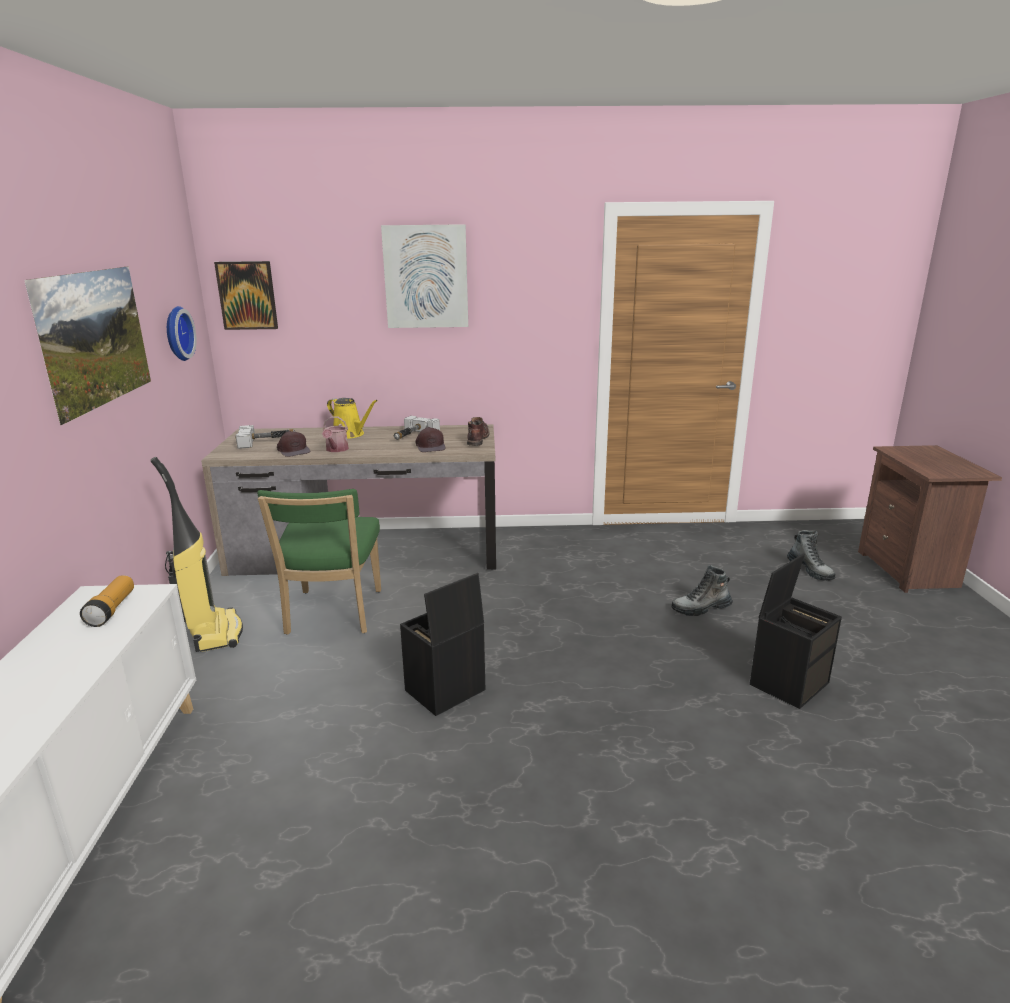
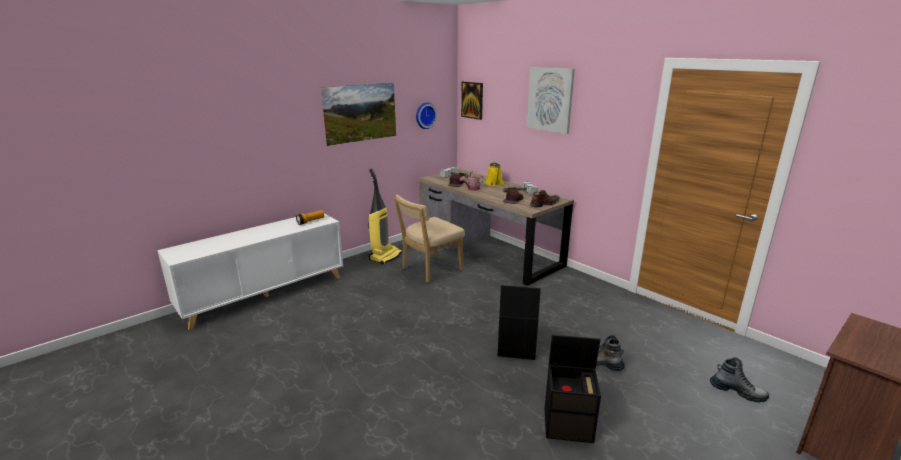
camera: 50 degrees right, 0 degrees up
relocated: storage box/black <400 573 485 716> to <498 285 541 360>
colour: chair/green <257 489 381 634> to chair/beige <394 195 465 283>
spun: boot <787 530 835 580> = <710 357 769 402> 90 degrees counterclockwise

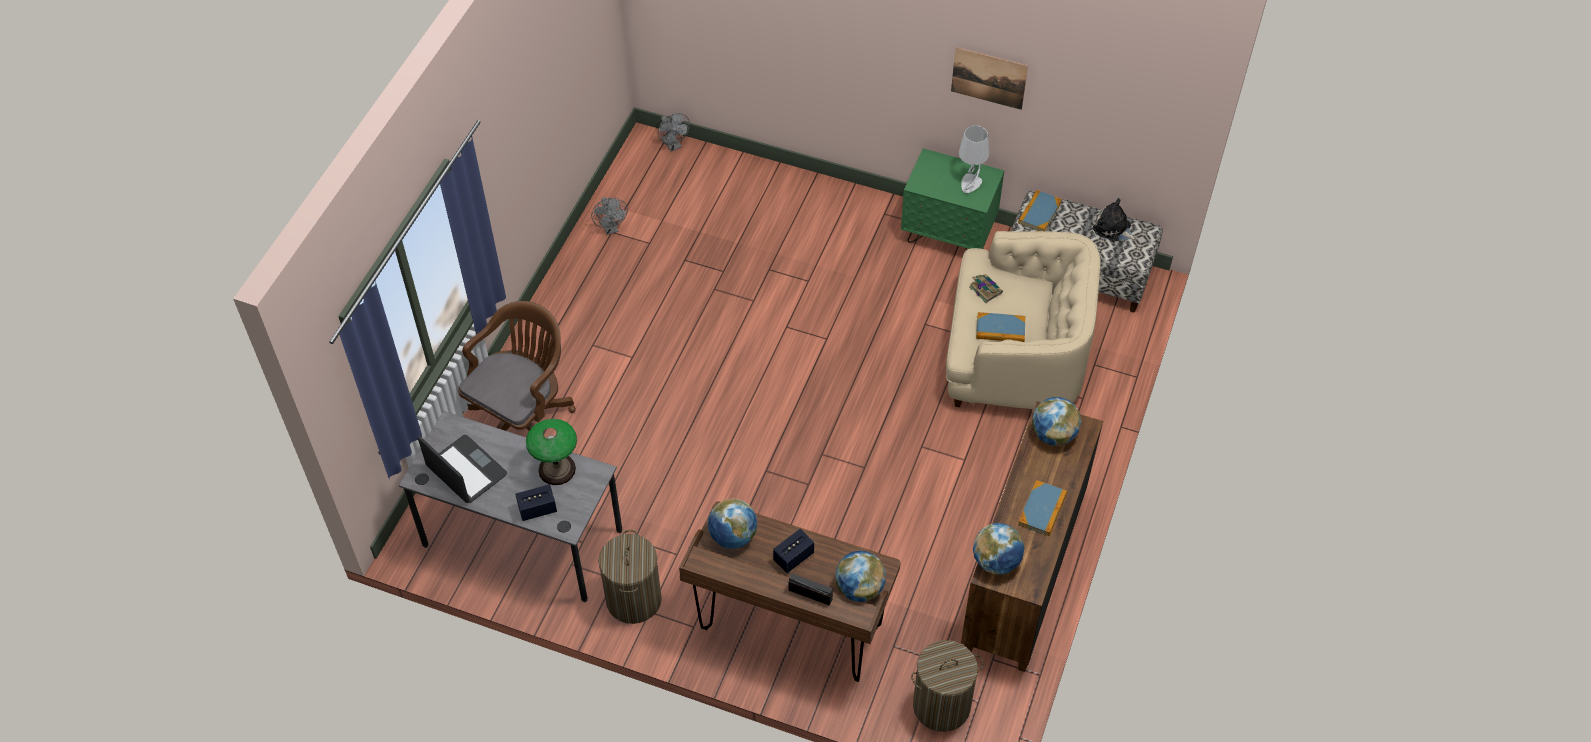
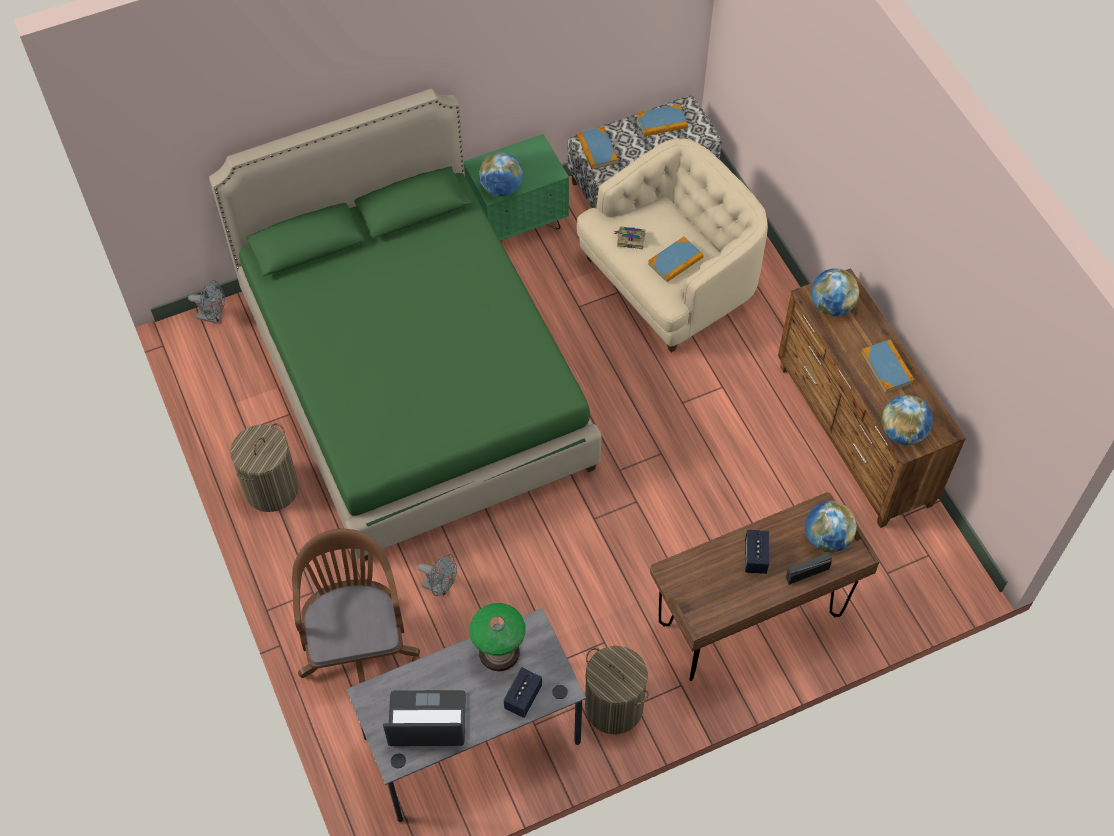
camera: 45 degrees left, 5 degrees up
missing: picture <951 47 1028 110>; table lamp/grey <959 126 989 193>
appeared: bed/green <209 89 601 561>
relocated: fan/grey <591 197 628 235> to <417 554 457 596>; globe <708 499 757 549> to <479 152 523 196>; laundry basket <911 640 983 732> to <230 423 299 512>
exchanged: plush toy <1093 198 1138 242> to book <637 104 688 136>

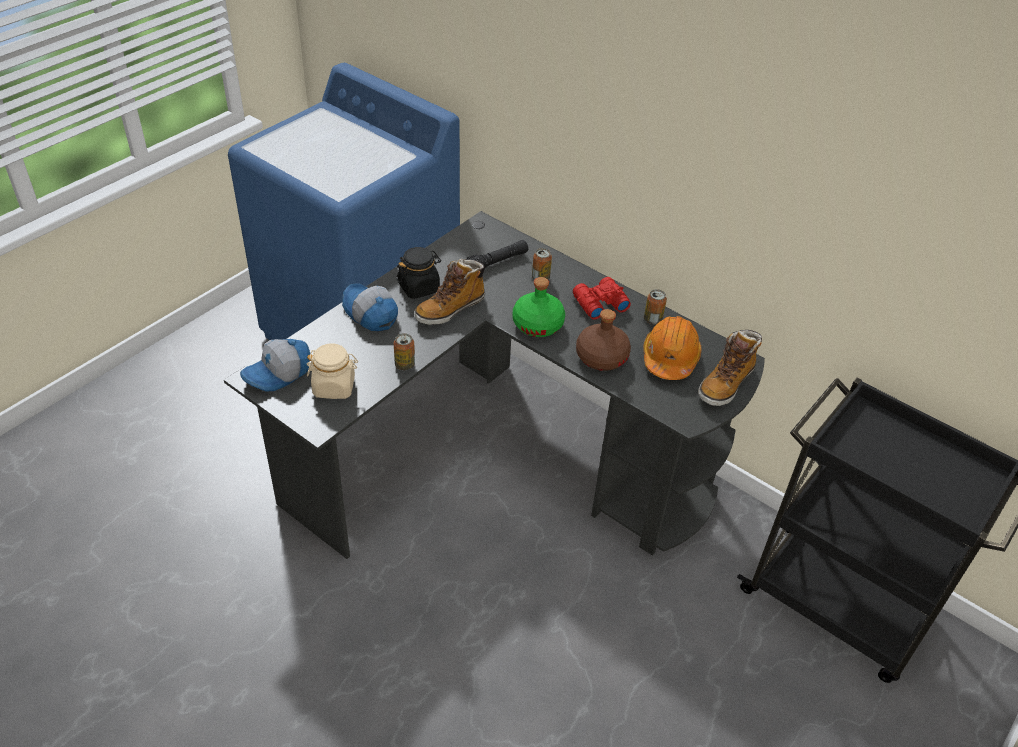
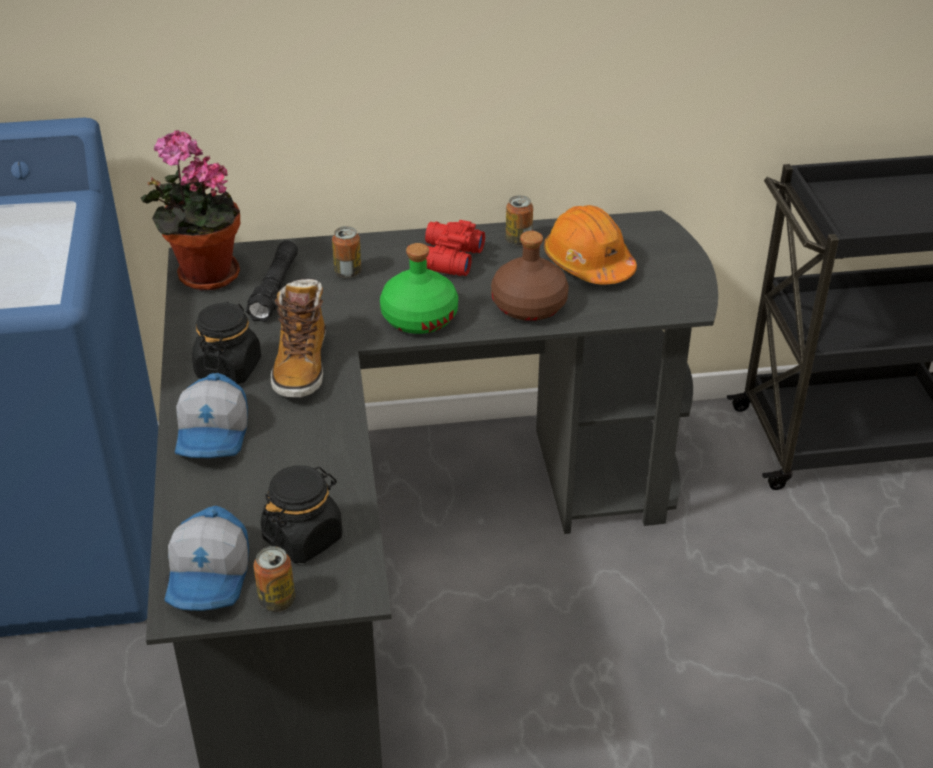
camera: 45 degrees left, 5 degrees down
missing: boot <698 330 762 406>
appeared: potted plant <141 130 240 291>
relocated: can <394 333 415 370> to <253 546 295 612>
colour: jar/beige <307 343 358 399> to jar/black <261 466 343 563>
spun: cap <342 283 398 331> = <175 373 248 458> 90 degrees counterclockwise

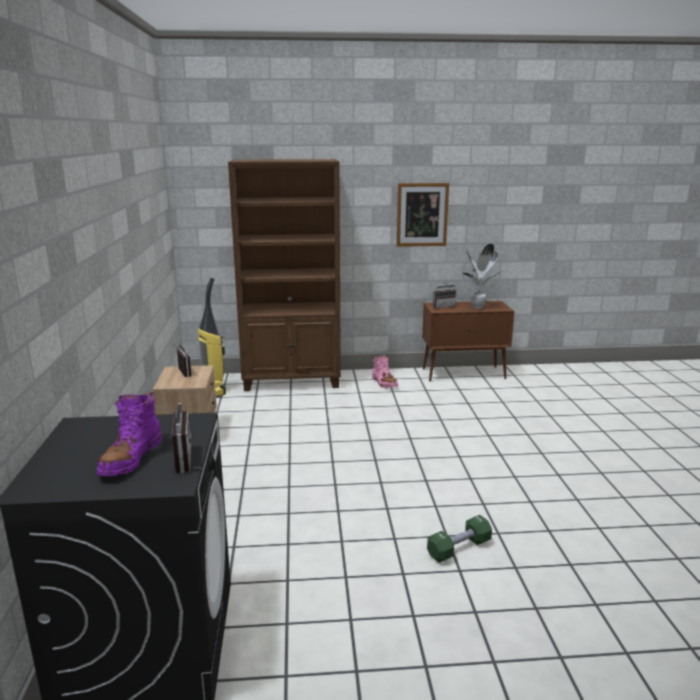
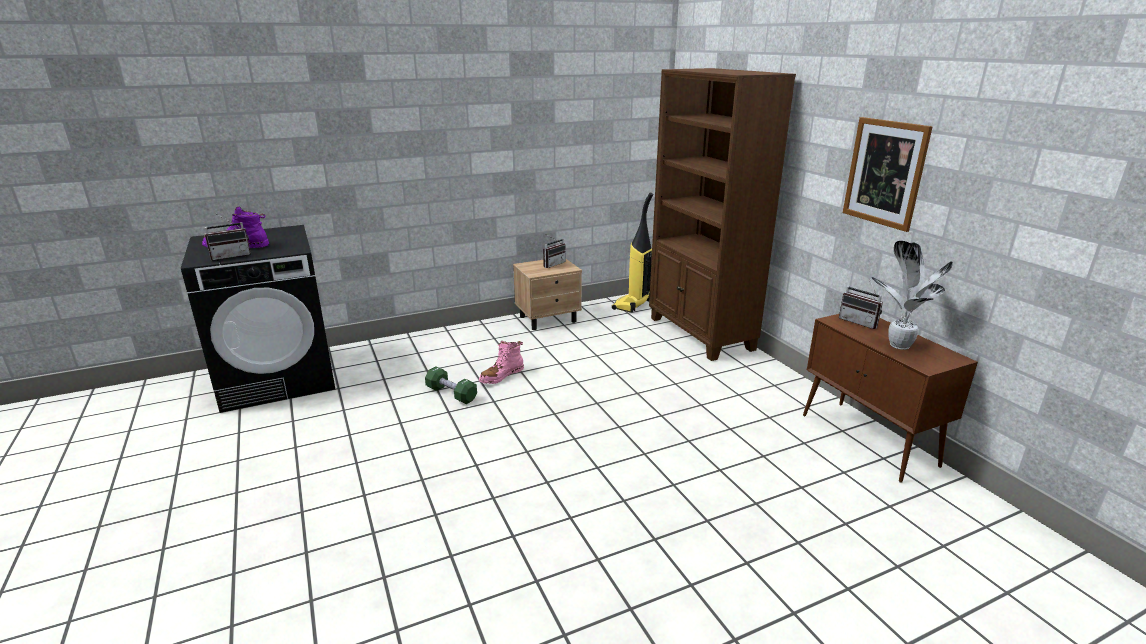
camera: 70 degrees right, 5 degrees up
relocated: boot/pink <372 355 398 388> to <479 341 524 384>; dumbbell/green <427 515 492 563> to <425 366 477 404>

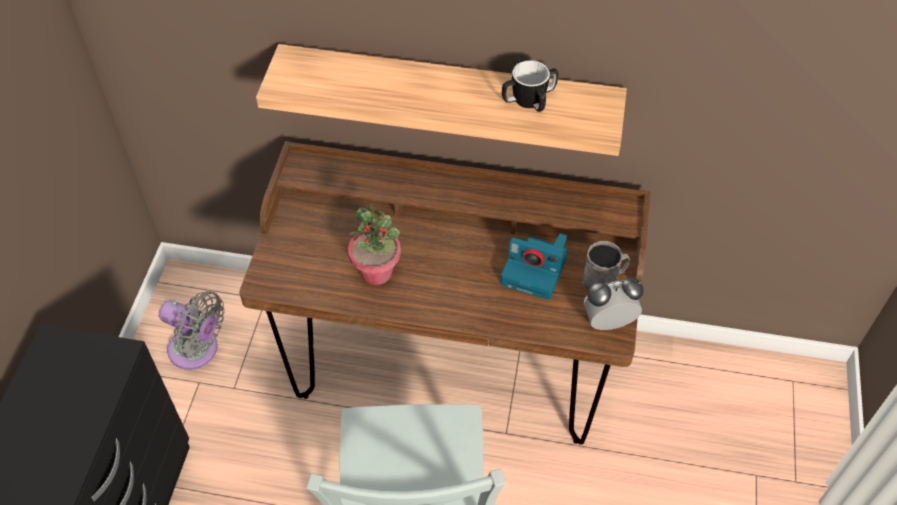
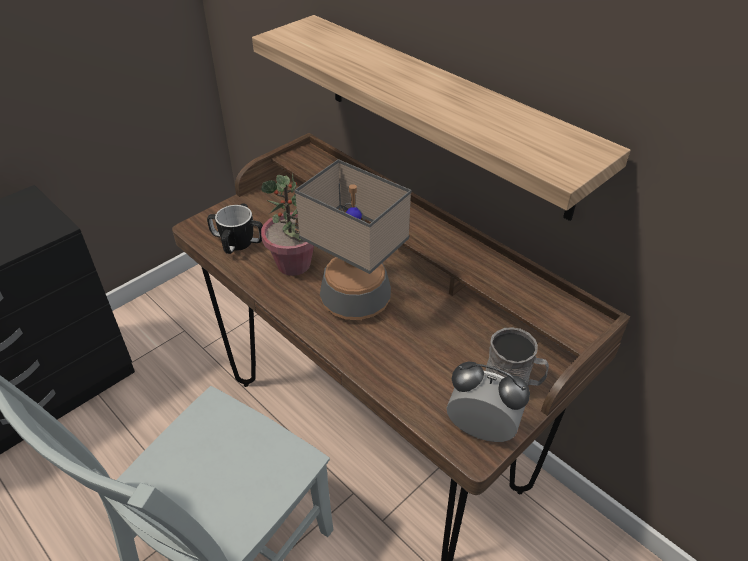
camera: 35 degrees right, 10 degrees down
missing: fan/grey <159 291 224 370>; photo camera <501 233 567 300>
appeared: table lamp <294 159 411 320>
relocated: mug <502 59 558 112> to <207 203 263 254>

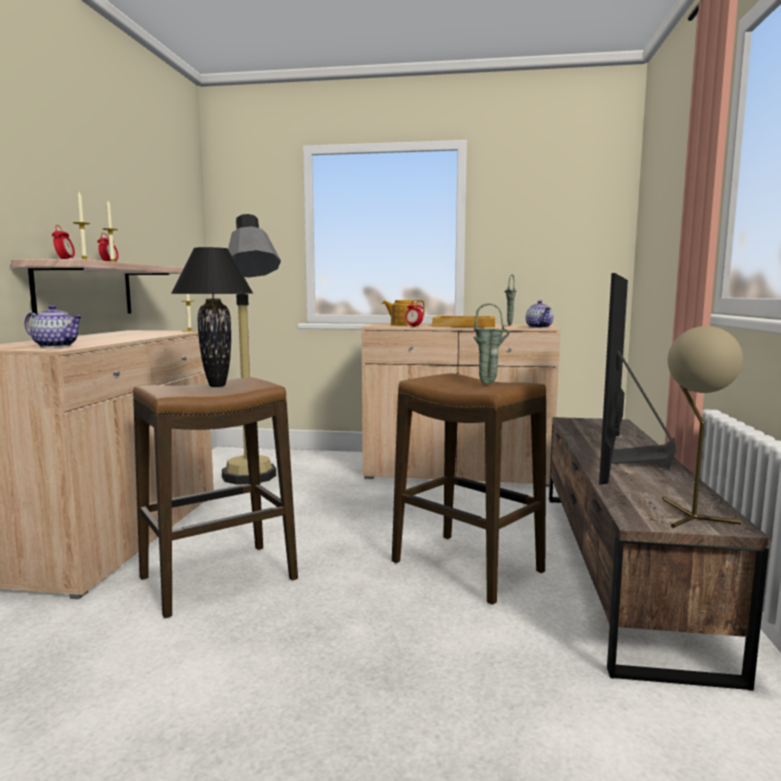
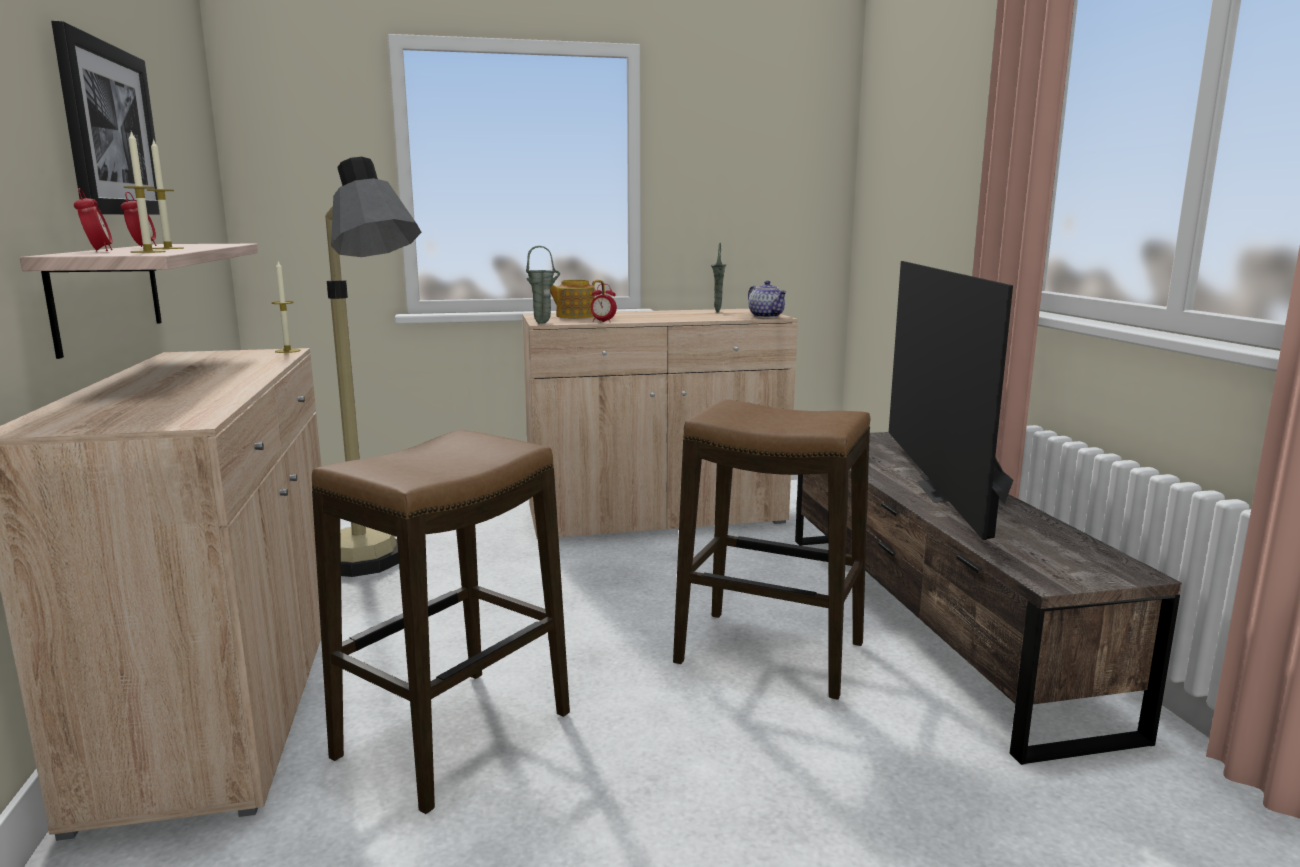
camera: 20 degrees left, 5 degrees up
missing: teapot <25 305 82 347>; table lamp/black <171 247 253 387>; tray/beige <432 316 495 328>; table lamp/beige <662 326 743 528>
appeared: picture <51 21 160 215>
relocated: vase/green <473 303 510 384> to <526 246 560 323>

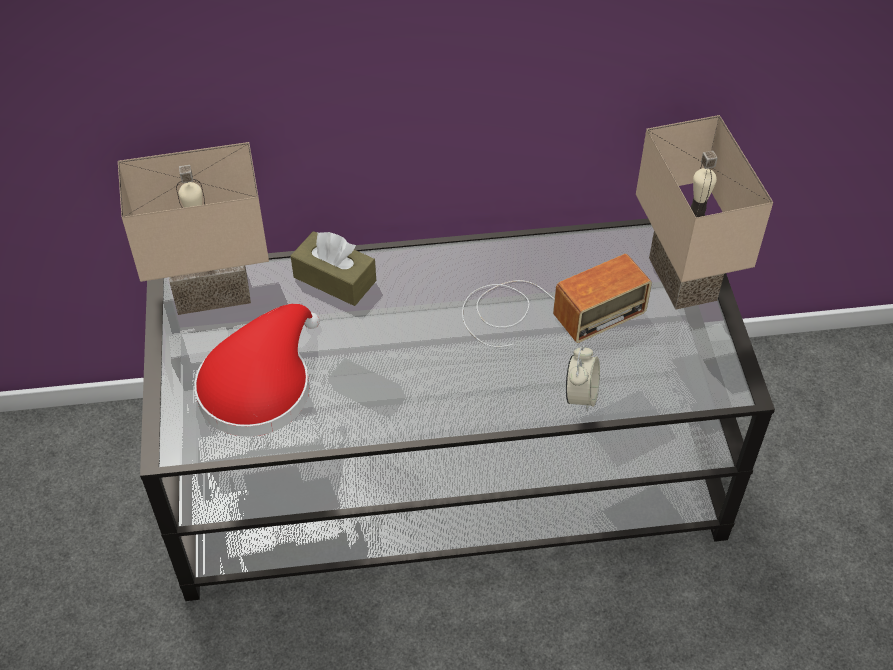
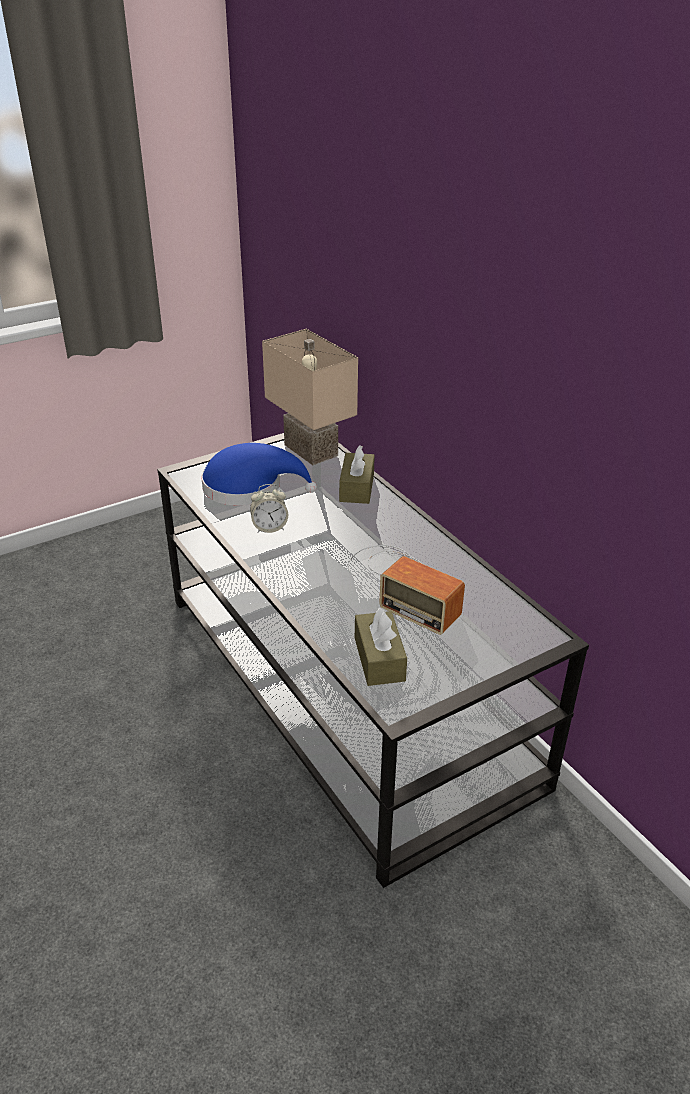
camera: 65 degrees right, 15 degrees down
missing: table lamp/beige <636 115 773 310>
appeared: tissue box/brown <355 607 407 686>
relocated: alarm clock <566 345 600 412> to <250 484 288 533>
colour: hat/red <194 304 320 437> to hat/blue <201 443 317 505>

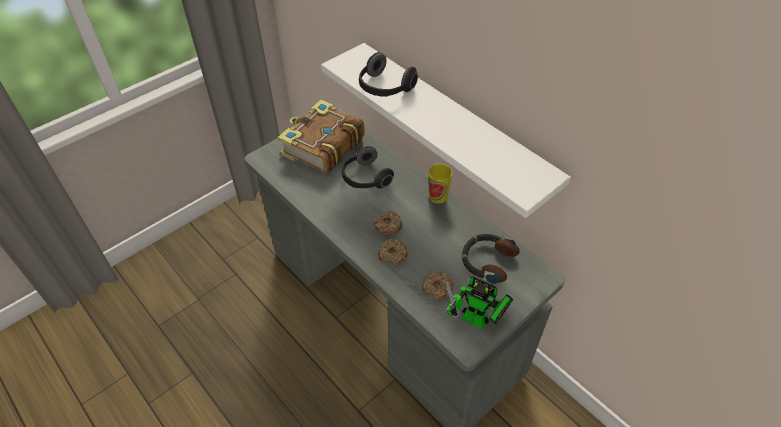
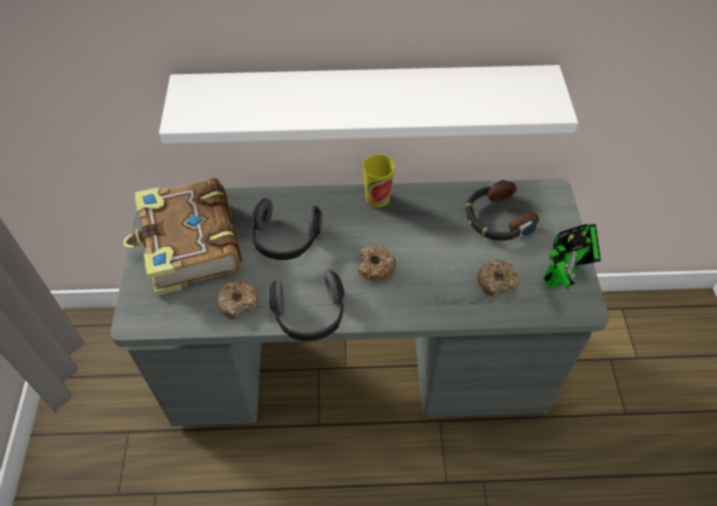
camera: 50 degrees left, 5 degrees up
relocated: headphones <359 52 418 97> to <268 270 345 341>; donut <378 239 408 266> to <217 280 259 319>

